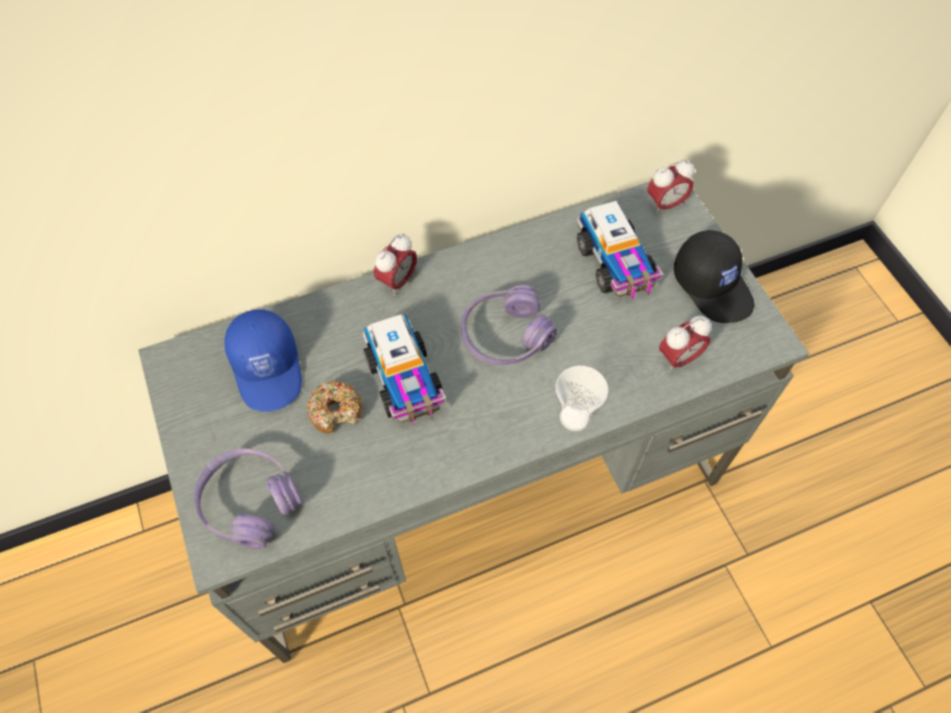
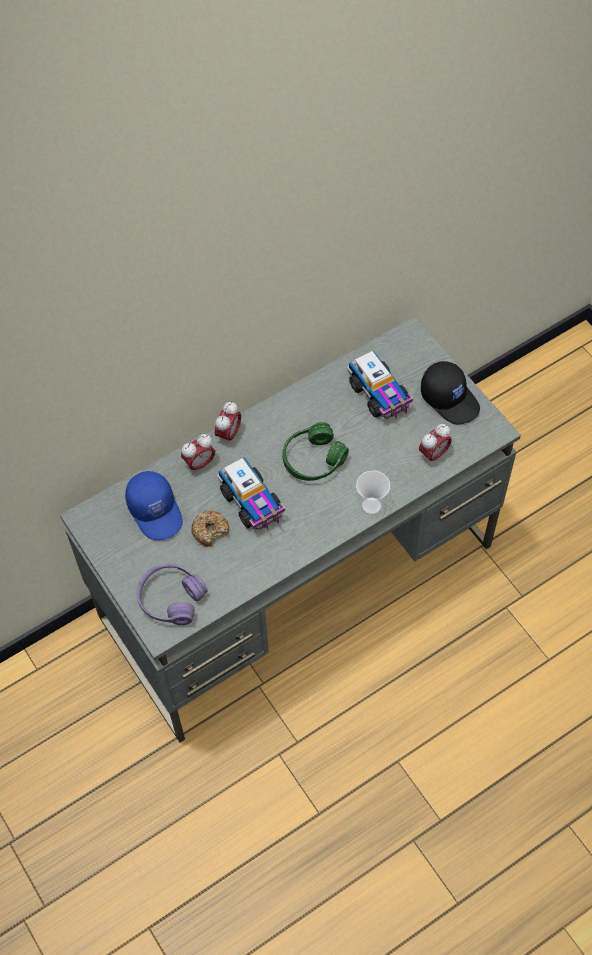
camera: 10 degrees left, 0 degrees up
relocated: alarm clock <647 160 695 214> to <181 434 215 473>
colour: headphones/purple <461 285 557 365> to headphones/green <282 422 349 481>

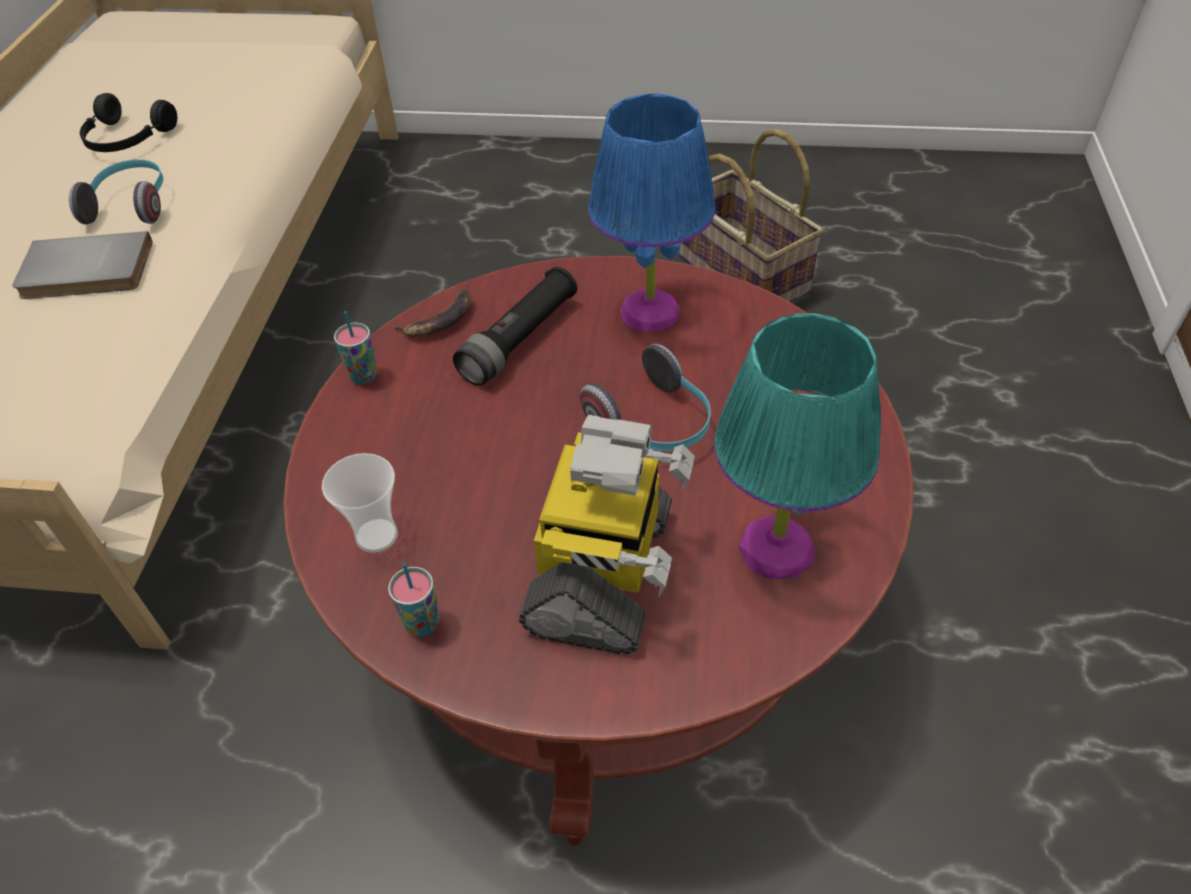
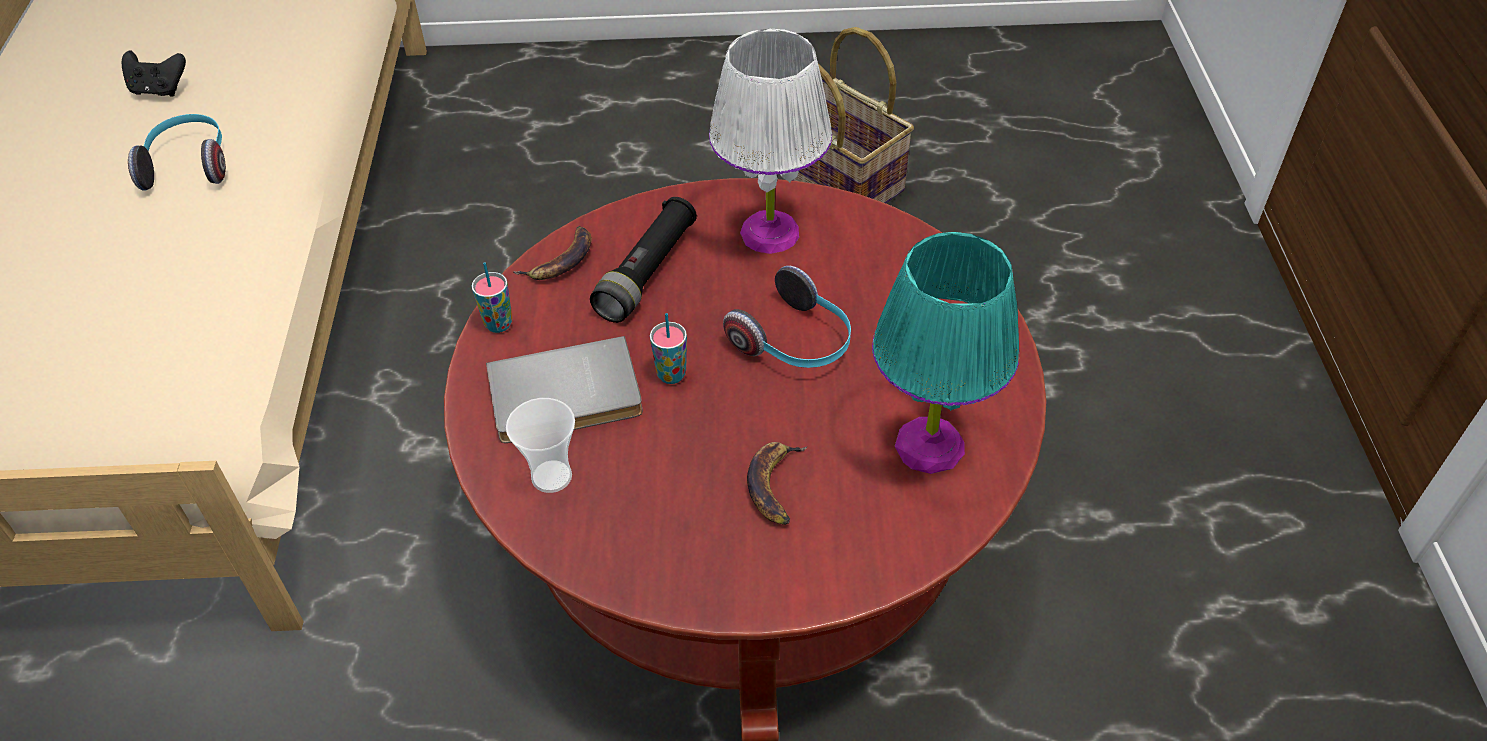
camera: 10 degrees left, 0 degrees up
relocated: book/grey <12 231 153 299> to <486 336 643 443>; cup <388 563 440 637> to <650 313 687 384>
exchanged: headphones/black <80 93 177 152> to game controller/black <122 50 186 97>; toy robot <519 415 695 655> to banana <747 442 807 525>
colour: table lamp/blue <588 94 716 332> to table lamp/white <709 29 832 254>

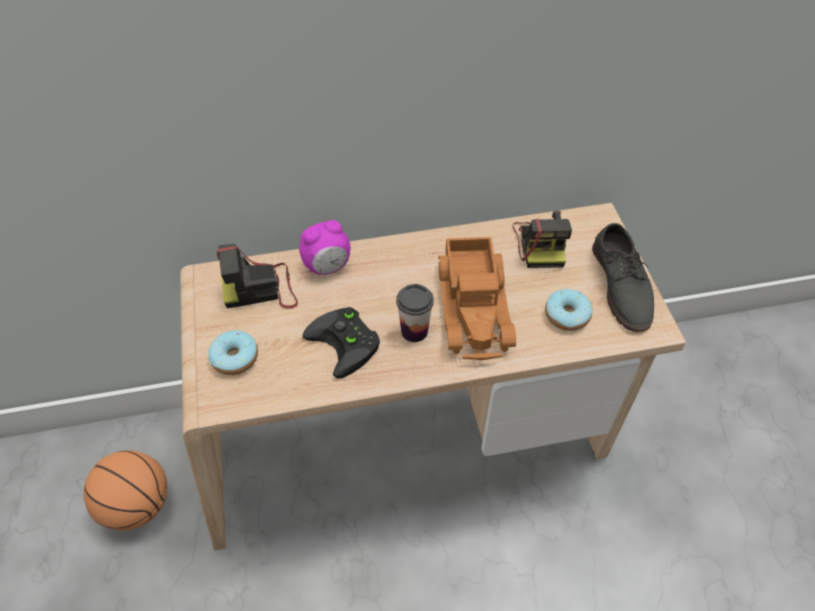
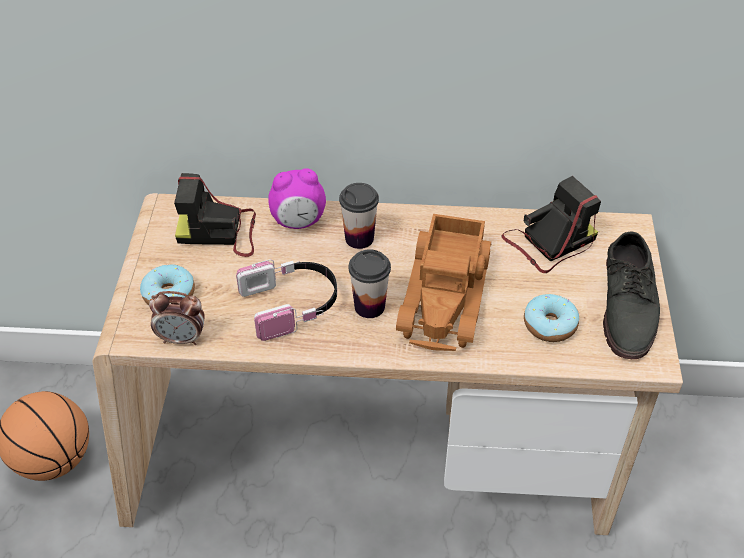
camera: 15 degrees right, 5 degrees down
appeared: alarm clock <149 291 205 345>; cup <339 183 379 249>
exchanged: game controller/black <303 307 380 378> to headphones <236 259 337 341>
spun: photo camera <513 211 572 268> = <502 176 601 273> 135 degrees counterclockwise

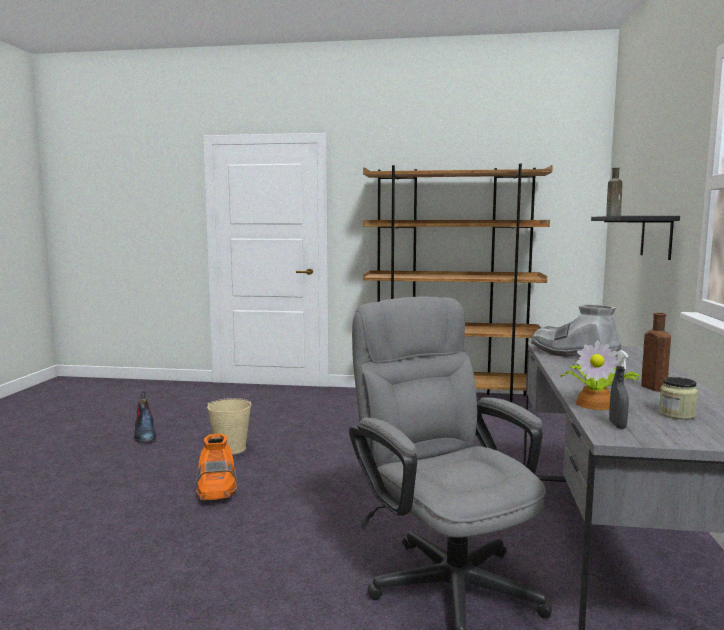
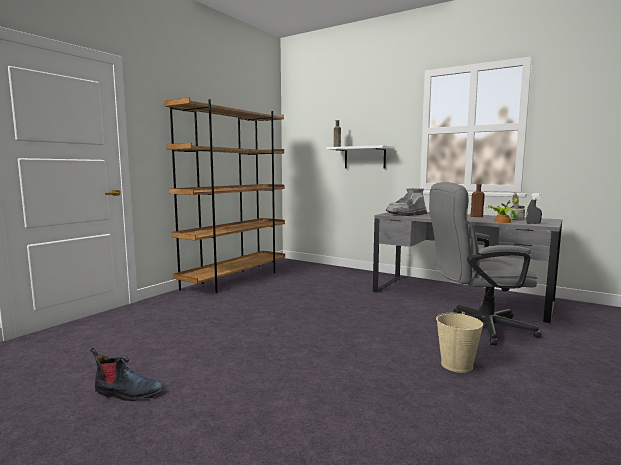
camera: 65 degrees left, 0 degrees up
missing: boot/orange <196 433 237 500>
relocated: bucket/beige <207 398 251 455> to <436 312 483 373>
colour: shelf/black <591 216 680 260> to shelf/white <326 145 394 169>

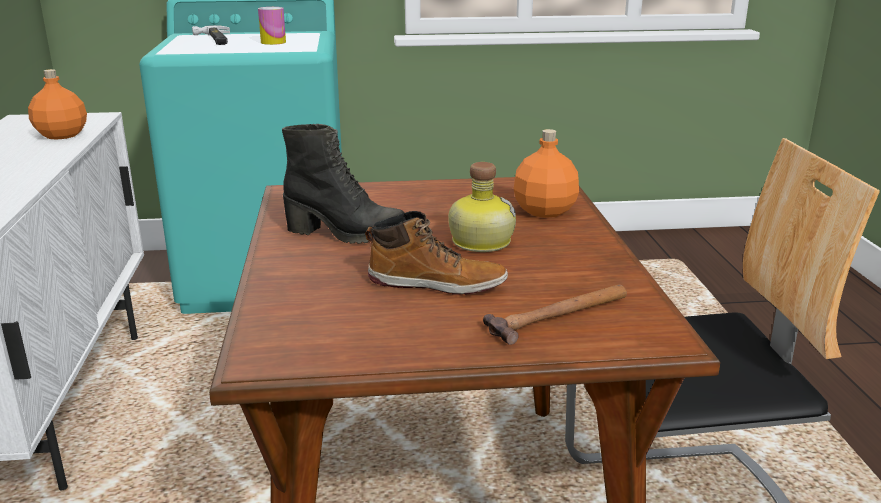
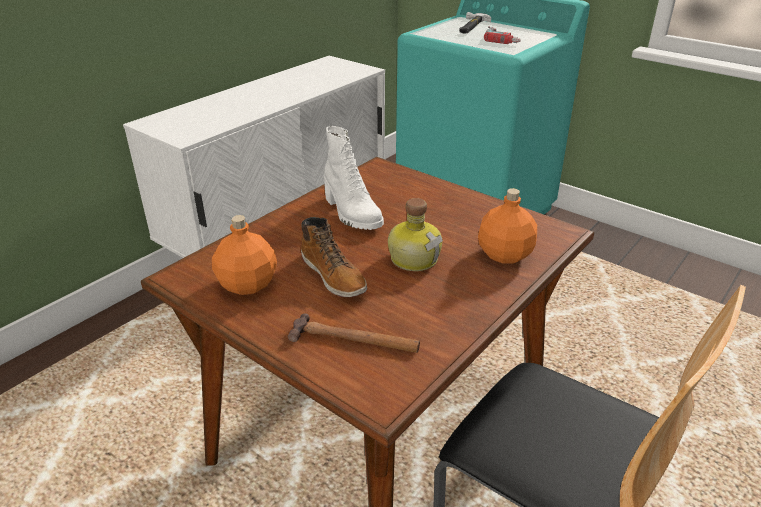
camera: 45 degrees right, 10 degrees up
relocated: bottle/orange <28 69 87 140> to <212 215 277 295>
exchanged: can <258 7 286 45> to power drill <484 26 521 44>
colour: boot/black <282 124 405 244> to boot/white <324 126 384 230>

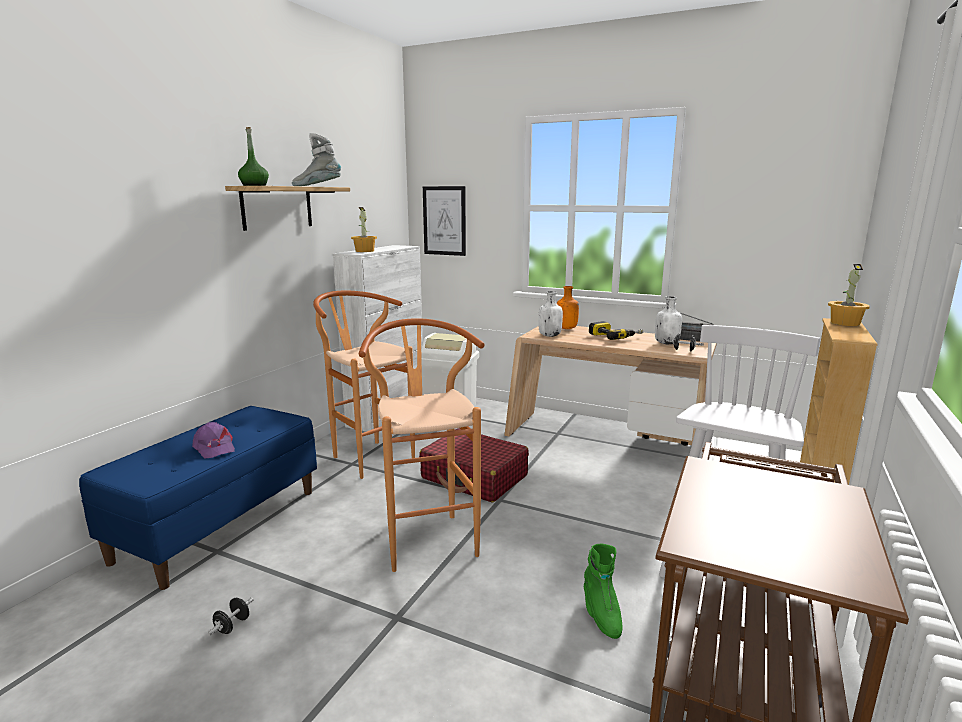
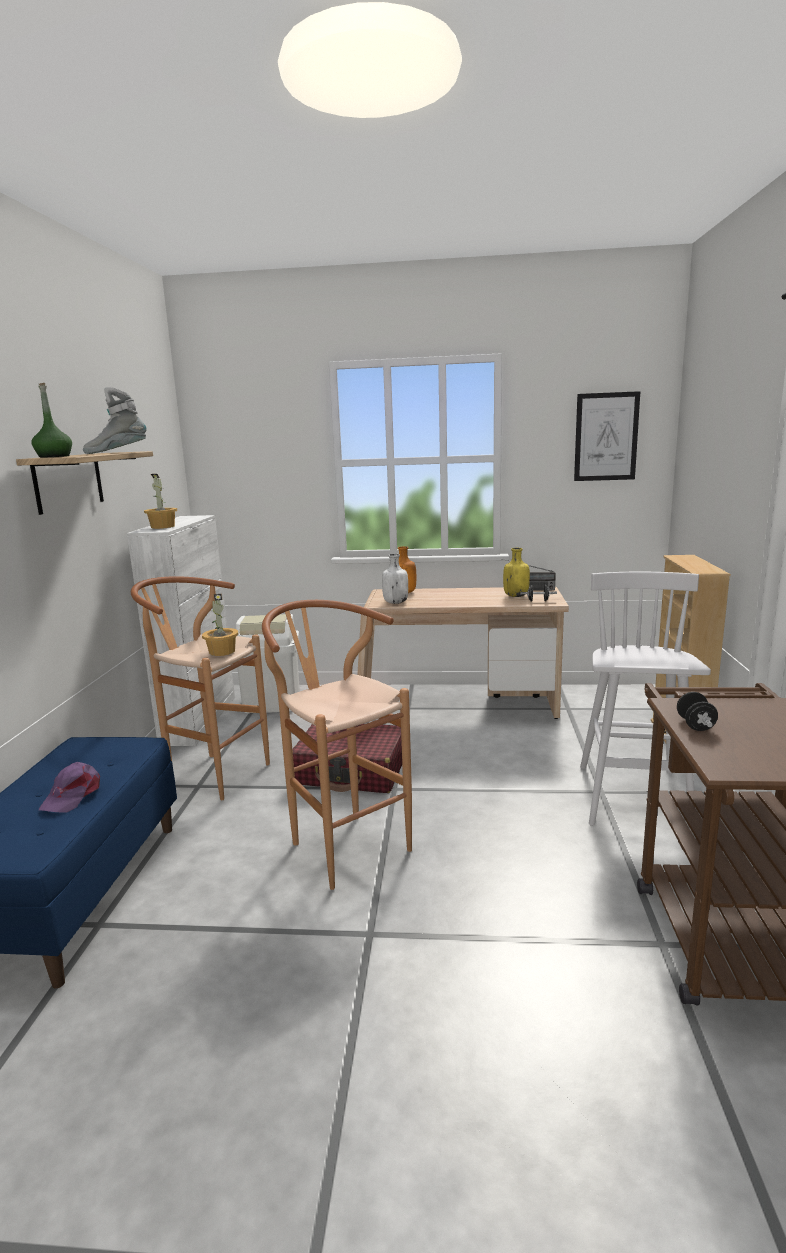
camera: 20 degrees left, 0 degrees up
missing: boot/green <584 544 623 639>; power drill <589 321 643 340>
relocated: dumbbell/black <208 598 254 635> to <677 692 718 731>; picture <423 186 466 256> to <574 391 640 481>; potted plant <828 264 870 326> to <202 594 238 656>
colour: bottle/white <655 296 682 344> to bottle/yellow <503 548 530 597>
spun: cap/purple <192 422 235 459> = <38 762 100 812> 75 degrees clockwise

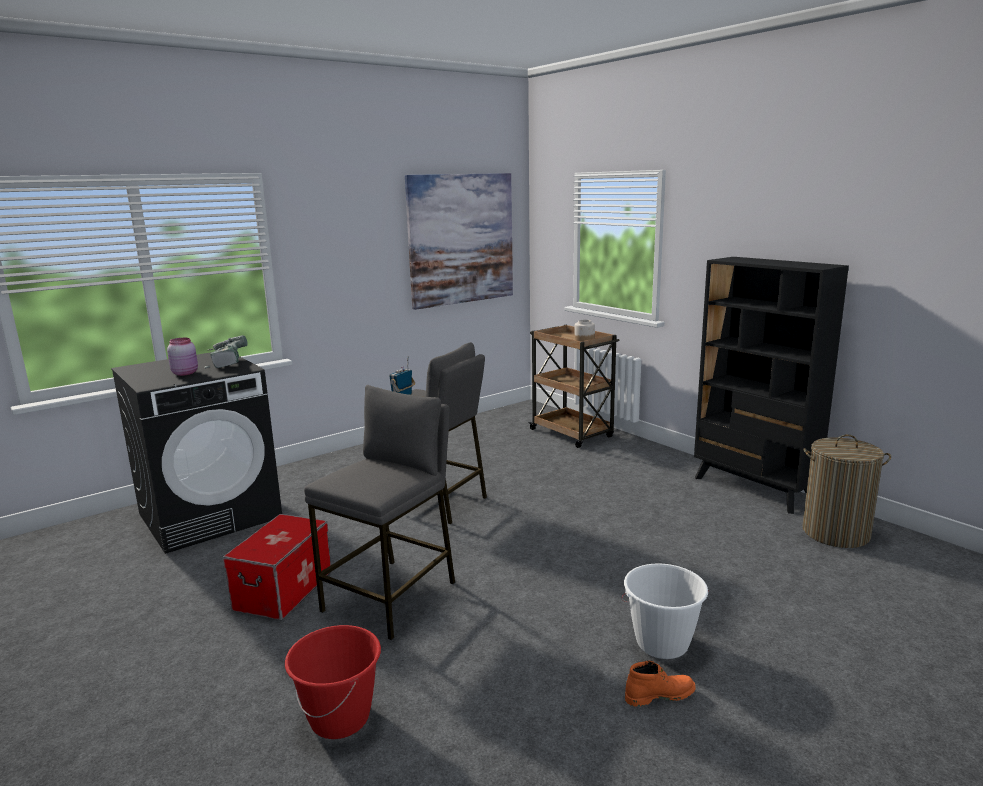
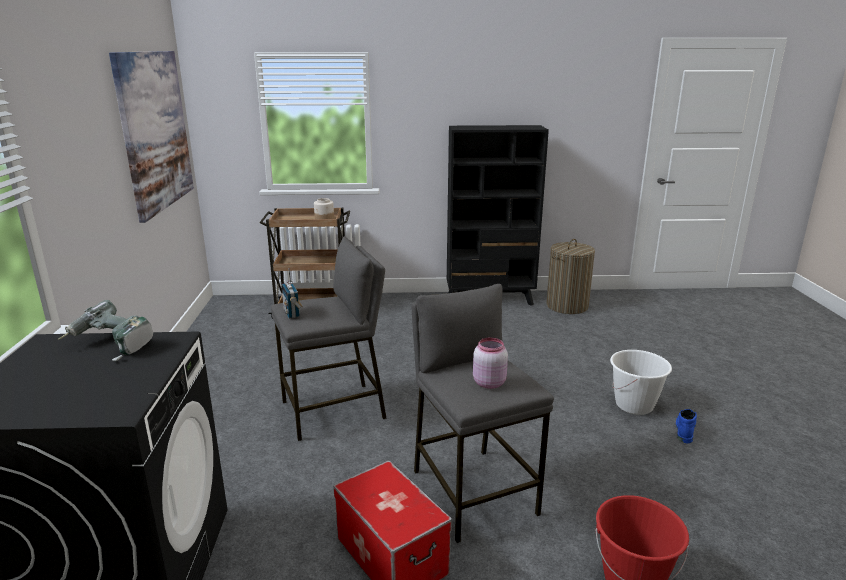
camera: 55 degrees left, 5 degrees up
relocated: jar/pink <167 338 198 376> to <473 338 508 389>
colour: boot/orange <625 660 696 707> to boot/blue <676 409 697 443>

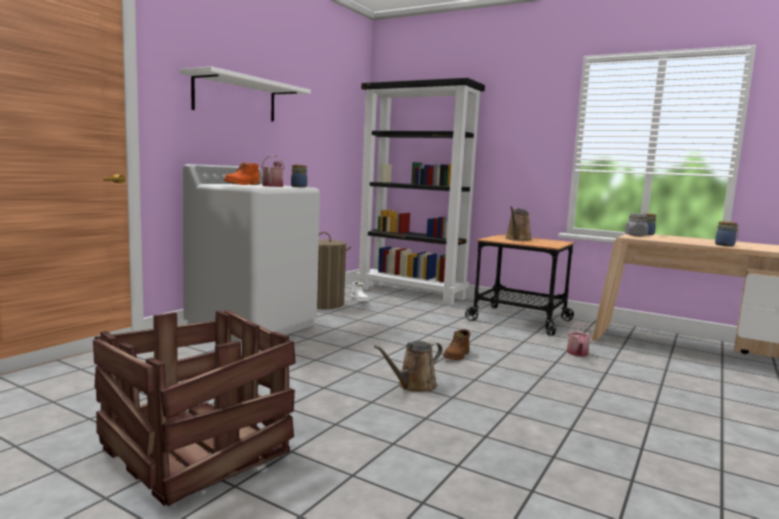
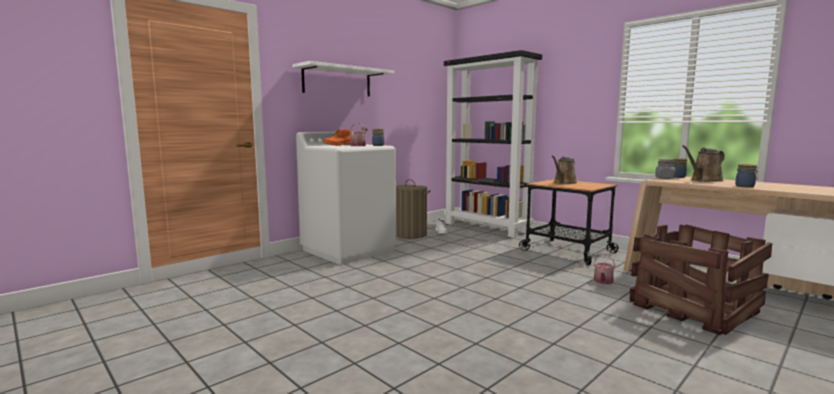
camera: 15 degrees right, 0 degrees up
missing: boot/brown <443 329 470 360>
relocated: crate <93 310 296 506> to <630 225 772 335>; watering can/brown <374 341 443 392> to <682 145 725 182>

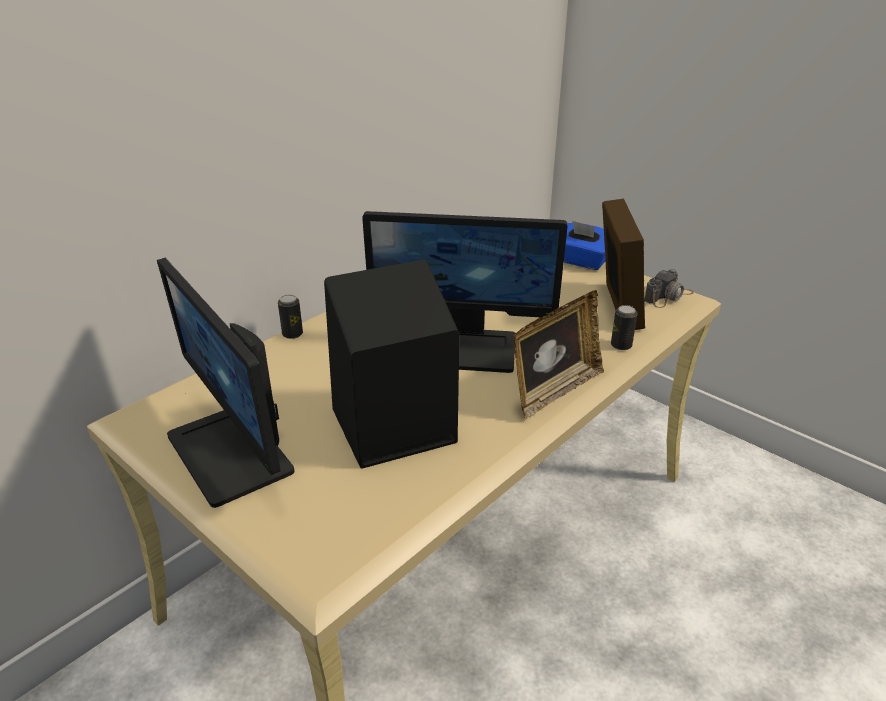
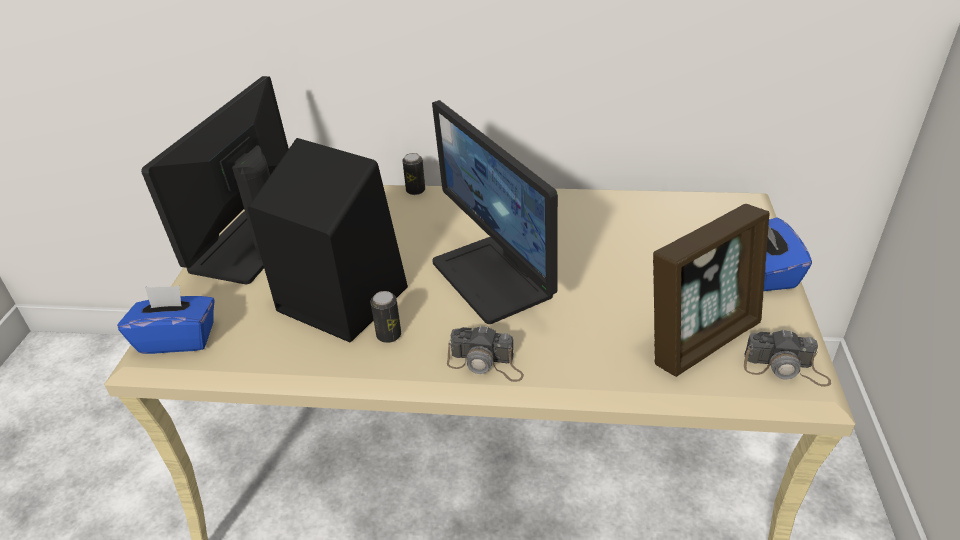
camera: 55 degrees right, 5 degrees up
appeared: tissue box/blue <117 286 215 354>
relocated: can <611 305 638 350> to <371 291 401 343>
exchanged: picture frame <513 290 604 419> to photo camera <447 325 524 382>

